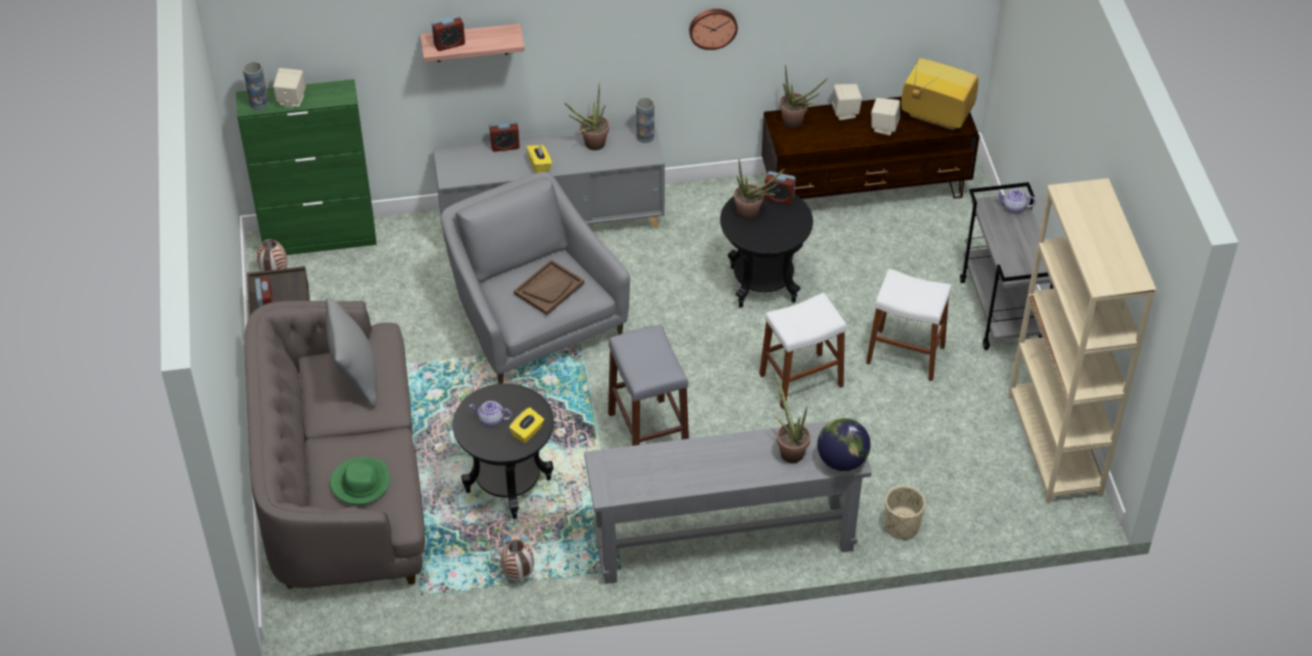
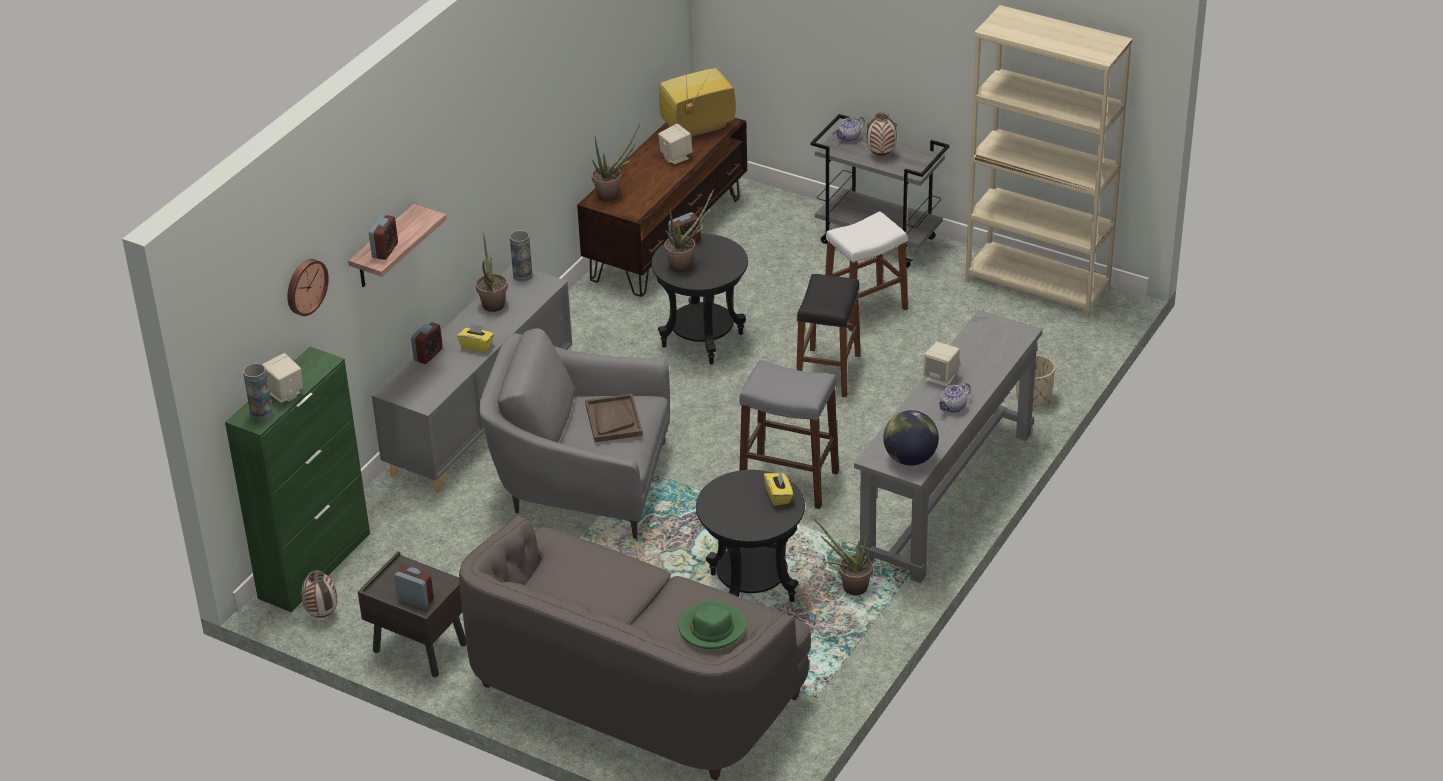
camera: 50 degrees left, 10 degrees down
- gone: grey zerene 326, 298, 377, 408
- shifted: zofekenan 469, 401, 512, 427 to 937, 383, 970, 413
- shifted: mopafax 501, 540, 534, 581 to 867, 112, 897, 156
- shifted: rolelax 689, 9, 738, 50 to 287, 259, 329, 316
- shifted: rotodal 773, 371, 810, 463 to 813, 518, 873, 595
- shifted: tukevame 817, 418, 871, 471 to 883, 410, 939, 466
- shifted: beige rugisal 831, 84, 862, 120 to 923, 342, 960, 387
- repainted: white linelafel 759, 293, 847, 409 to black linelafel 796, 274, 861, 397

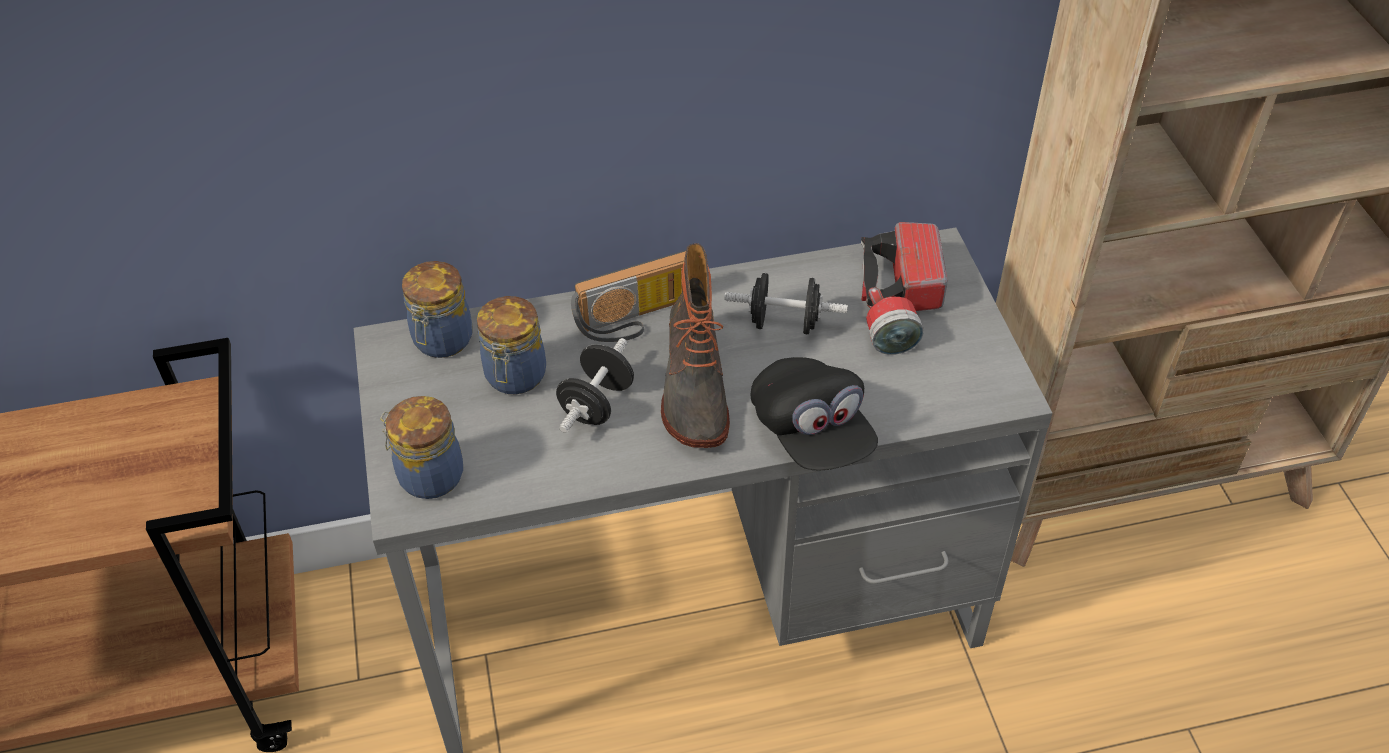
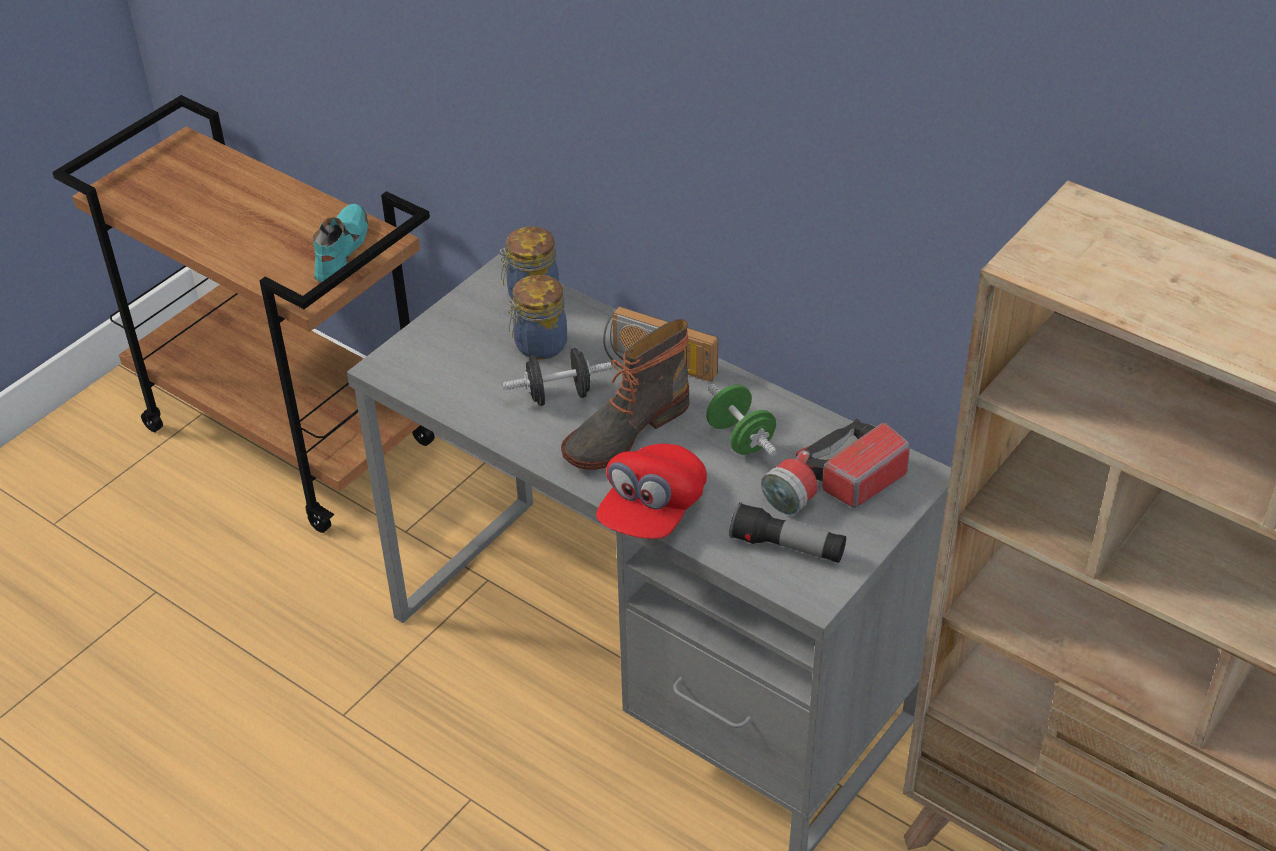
camera: 50 degrees right, 5 degrees down
- gone: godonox 380, 396, 463, 499
- new: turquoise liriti 312, 204, 368, 282
- new: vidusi 729, 502, 846, 563
- repainted: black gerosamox 724, 273, 848, 334 to green gerosamox 706, 384, 777, 456
- repainted: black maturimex 751, 357, 878, 471 to red maturimex 596, 444, 707, 539

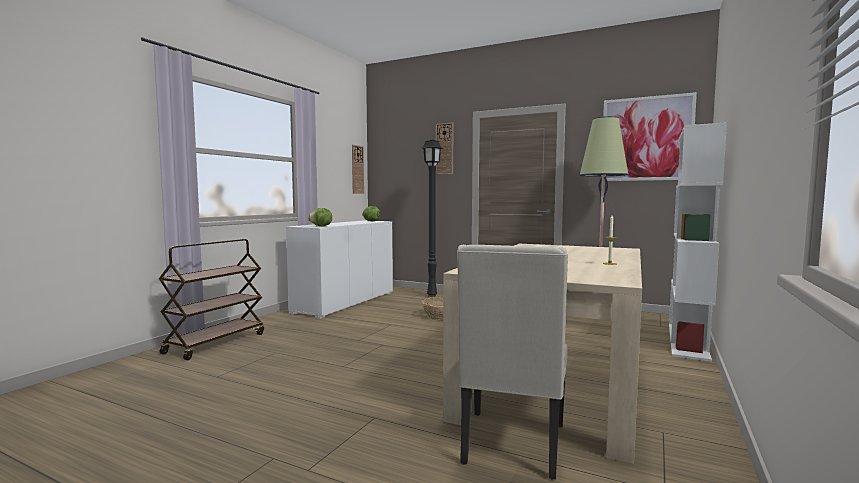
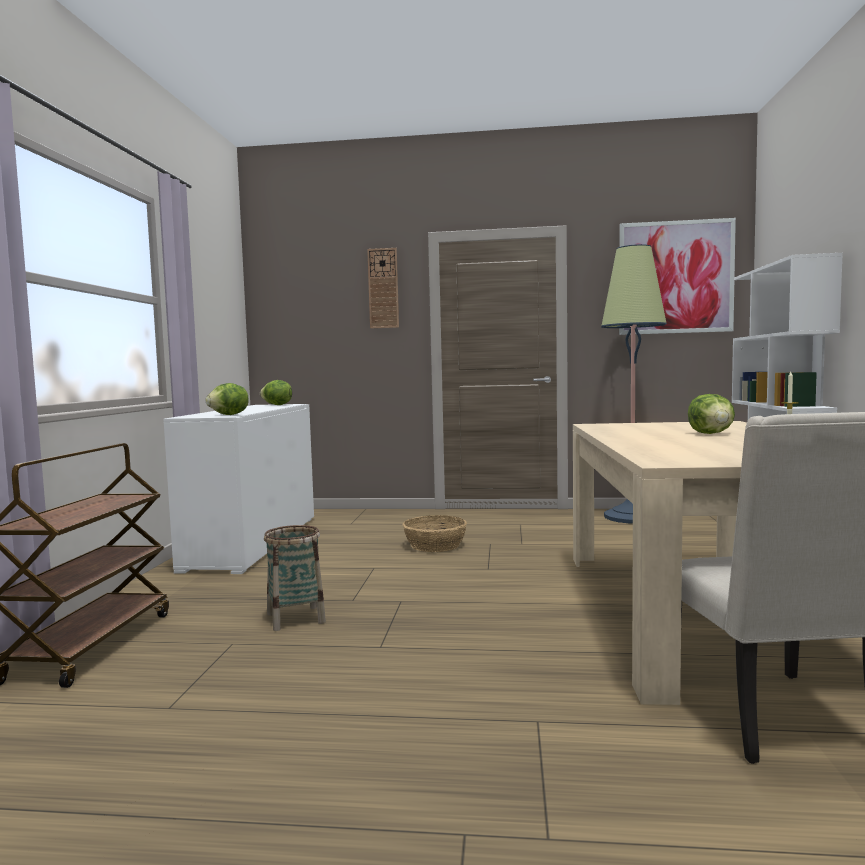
camera: 20 degrees left, 0 degrees up
- gone: rolelax 352, 145, 364, 194
- gone: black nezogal 422, 140, 443, 297
- new: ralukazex 264, 525, 326, 631
- new: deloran 688, 394, 735, 434

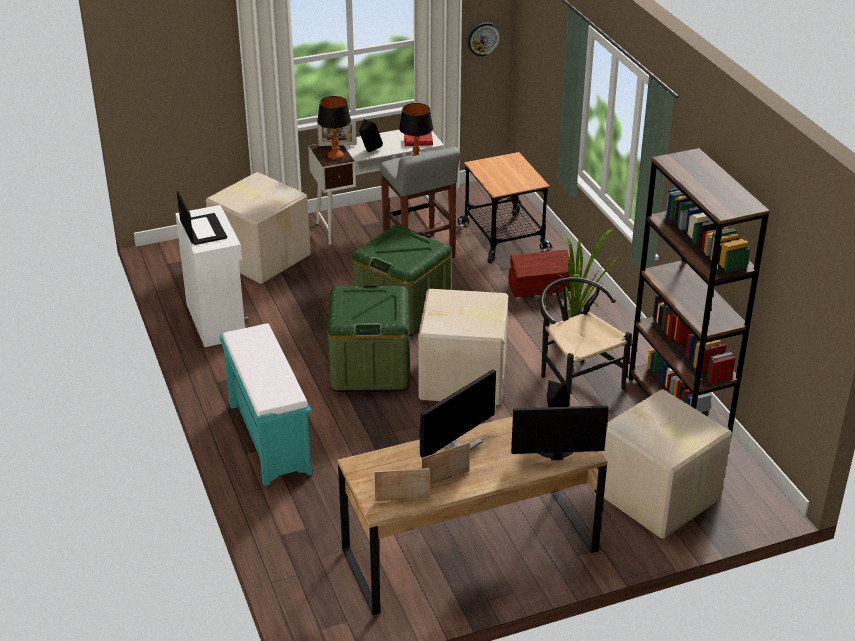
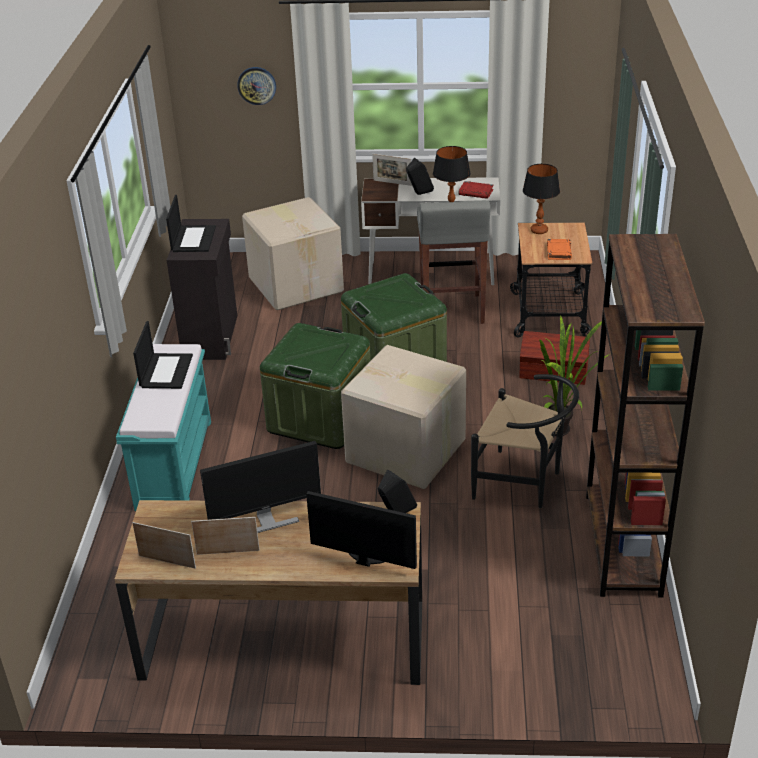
camera: 25 degrees right, 0 degrees up
- gone: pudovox 601, 389, 732, 539
- new: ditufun 133, 321, 193, 389
- new: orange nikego 547, 239, 572, 260
- shifted: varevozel 317, 96, 351, 160 to 523, 164, 560, 234
- shifted: rolelax 467, 22, 501, 57 to 237, 67, 276, 105
- repainted: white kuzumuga 175, 205, 249, 347 to black kuzumuga 167, 219, 237, 360
- rotated: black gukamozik 540, 277, 632, 400 = 471, 374, 579, 509 120 degrees clockwise

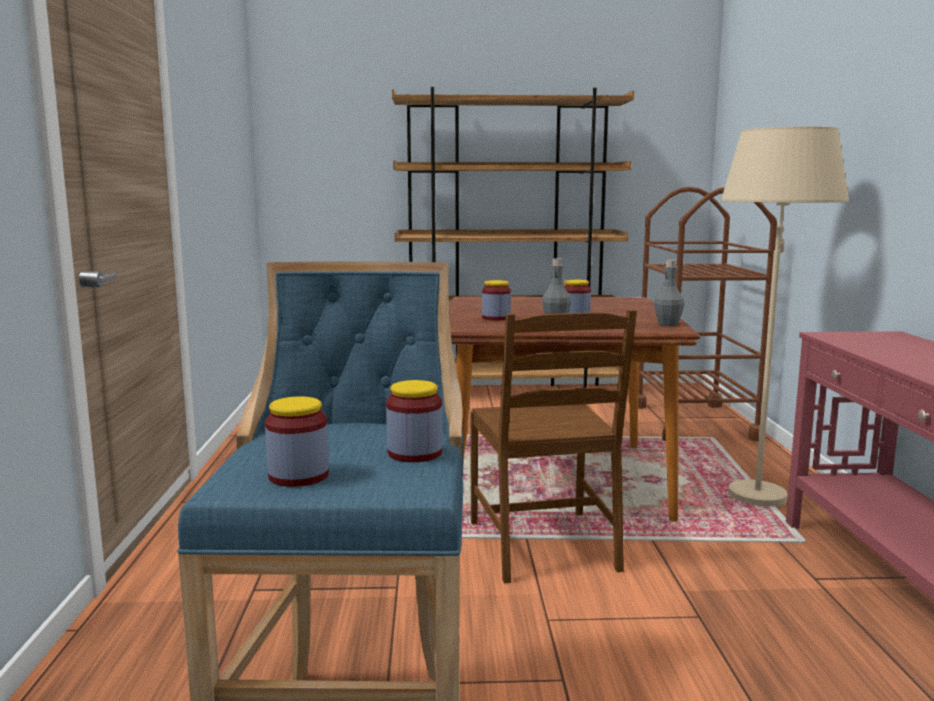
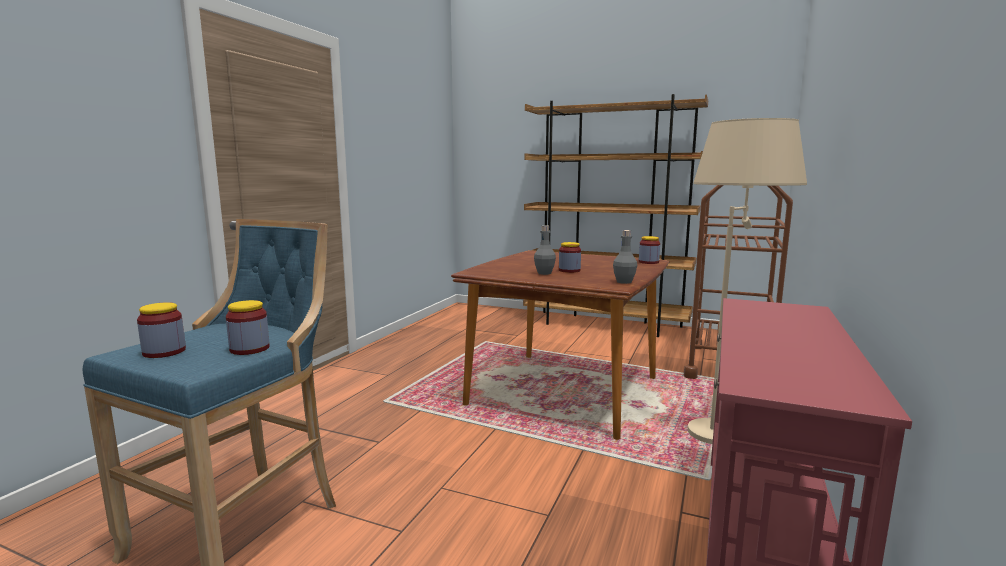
camera: 25 degrees right, 0 degrees up
- gone: brown gukamozik 470, 310, 637, 584
- shifted: godonox 482, 280, 511, 320 to 639, 236, 660, 264

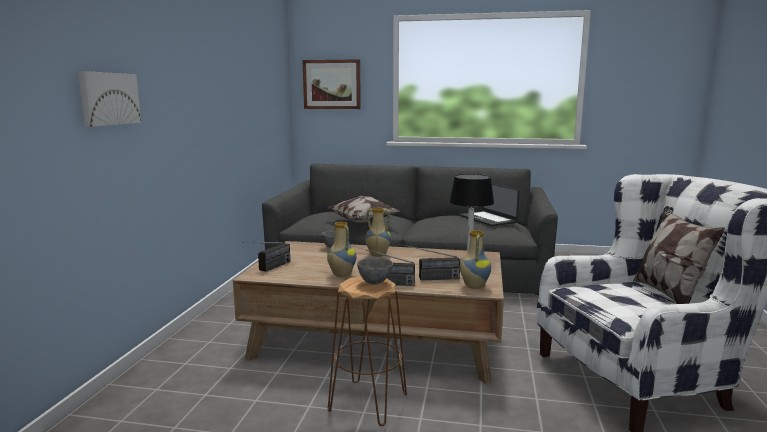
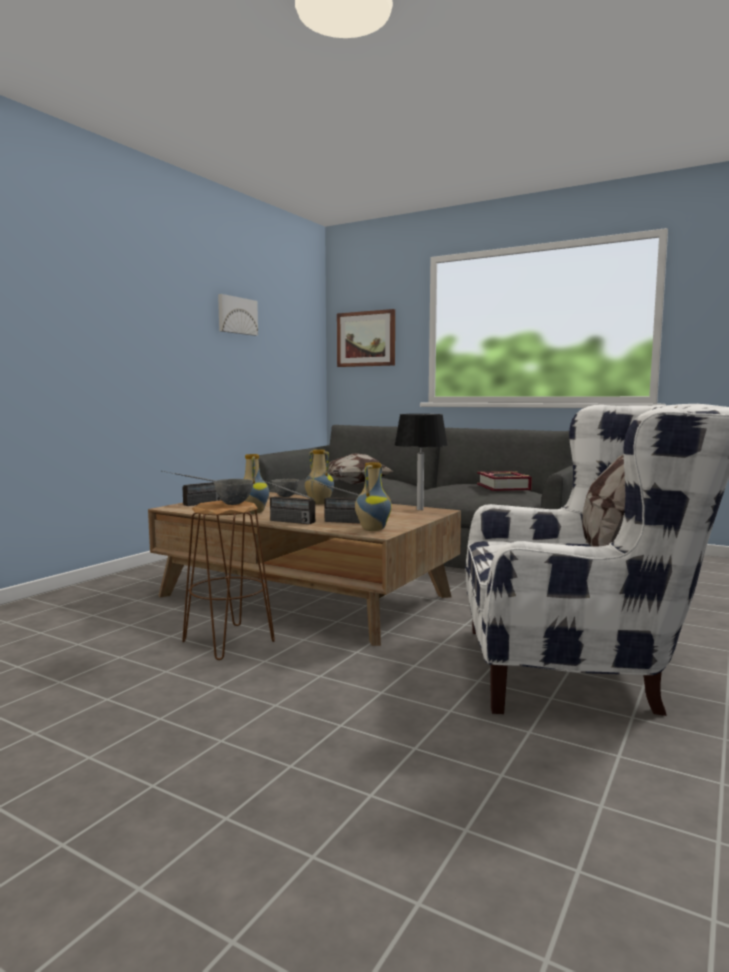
camera: 20 degrees right, 5 degrees down
- shifted: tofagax 78, 71, 141, 127 to 218, 294, 258, 336
- swapped: ditufun 459, 184, 520, 226 to nikego 477, 471, 532, 491

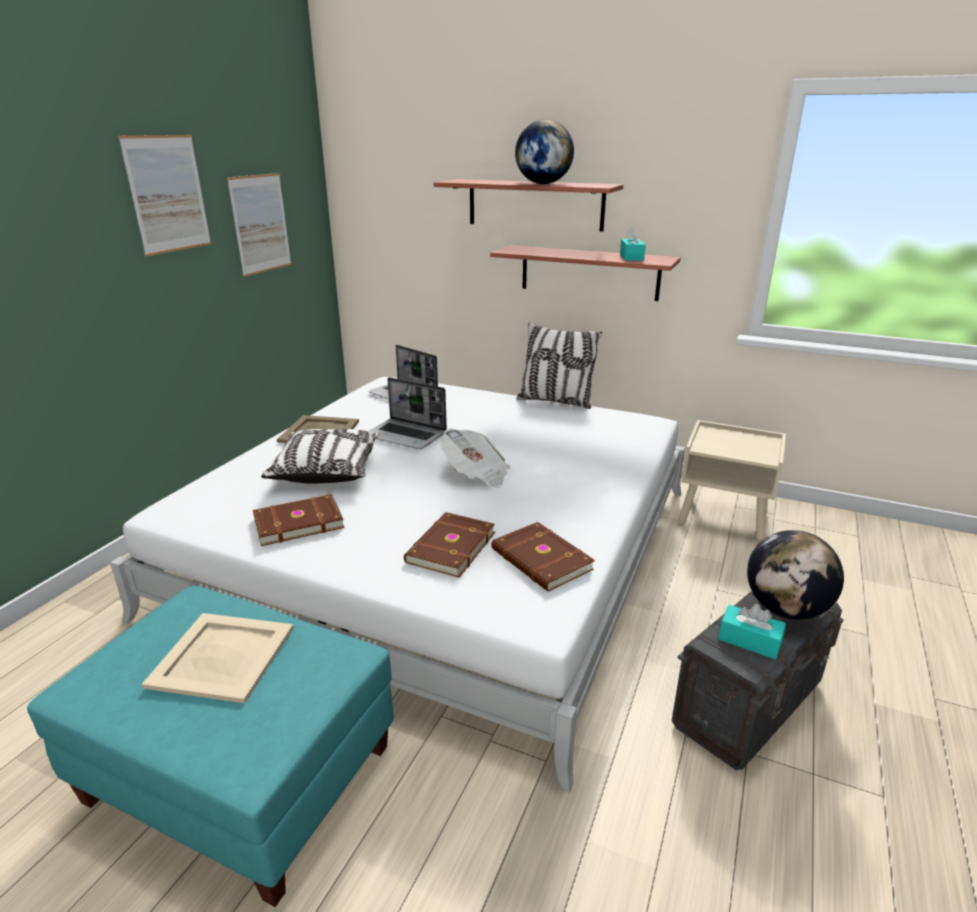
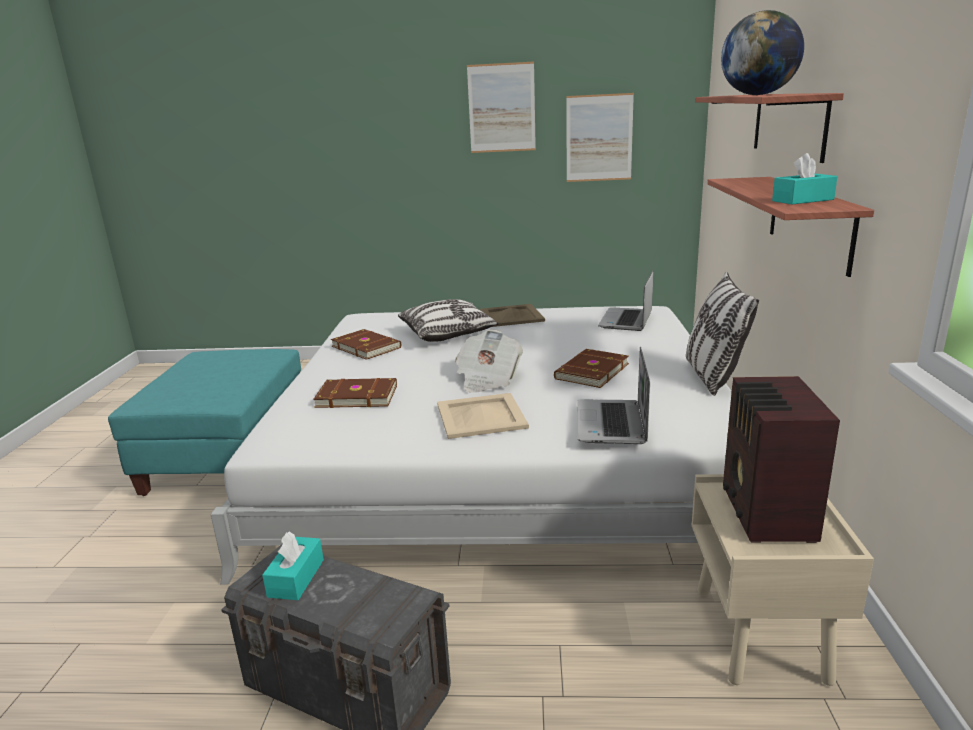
camera: 70 degrees right, 5 degrees down
- gone: tukevame 747, 530, 844, 620
- new: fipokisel 723, 376, 840, 543
- shifted: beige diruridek 142, 613, 294, 703 to 437, 393, 529, 439
- shifted: ditufun 368, 377, 447, 449 to 578, 347, 650, 444
- shifted: brown nikego 491, 522, 595, 592 to 554, 349, 629, 388

